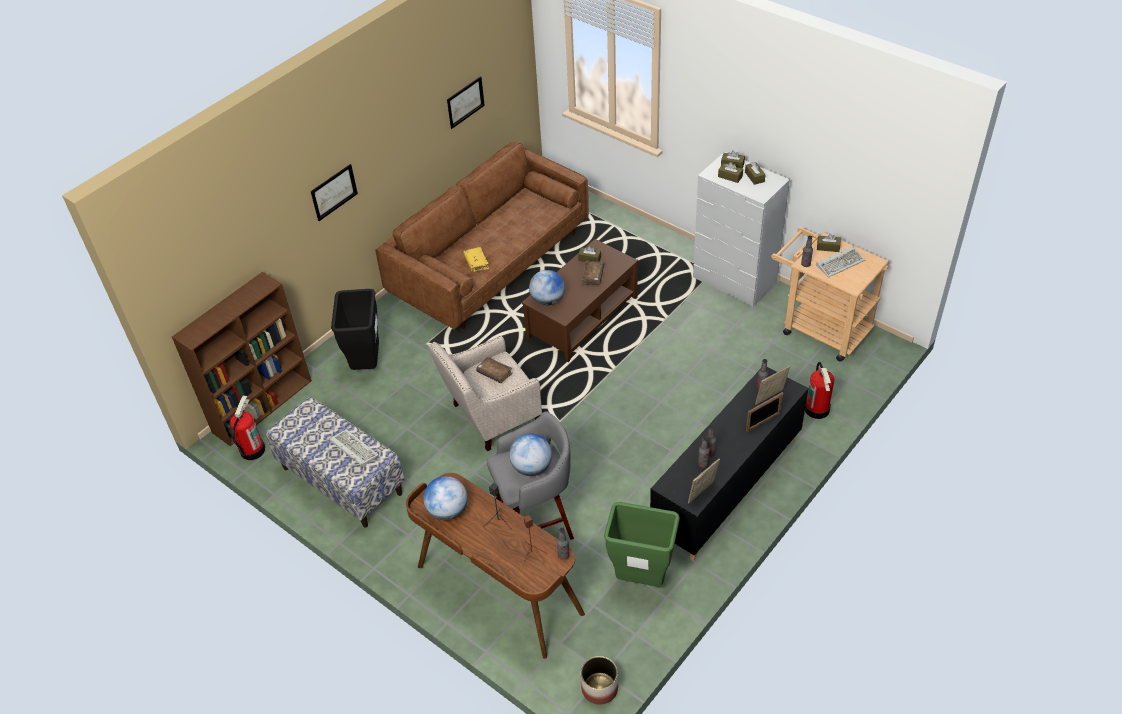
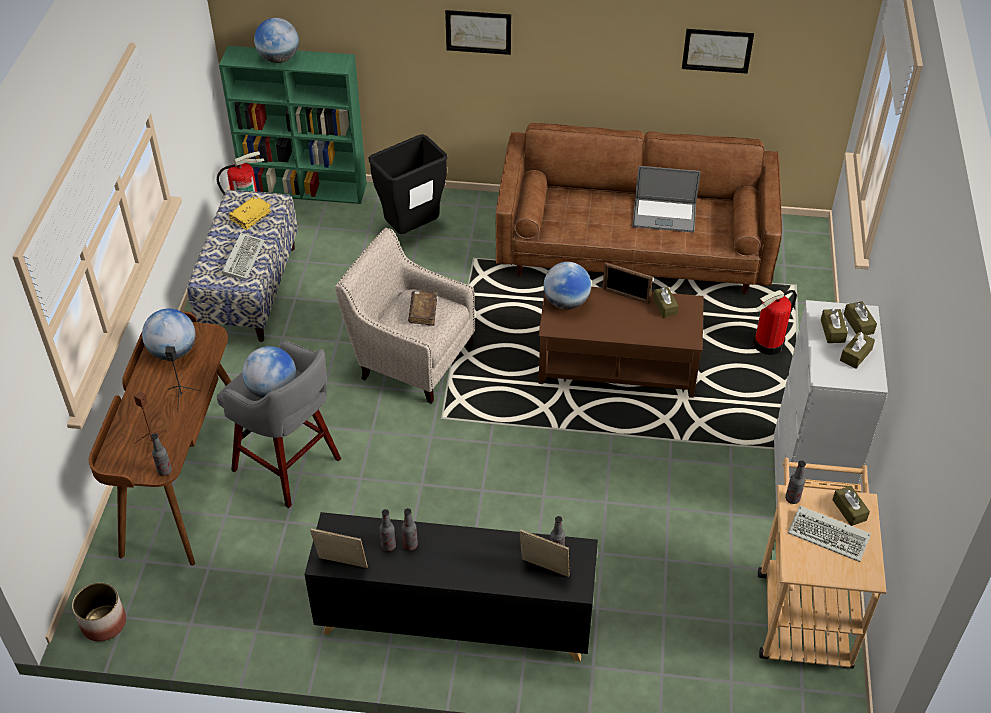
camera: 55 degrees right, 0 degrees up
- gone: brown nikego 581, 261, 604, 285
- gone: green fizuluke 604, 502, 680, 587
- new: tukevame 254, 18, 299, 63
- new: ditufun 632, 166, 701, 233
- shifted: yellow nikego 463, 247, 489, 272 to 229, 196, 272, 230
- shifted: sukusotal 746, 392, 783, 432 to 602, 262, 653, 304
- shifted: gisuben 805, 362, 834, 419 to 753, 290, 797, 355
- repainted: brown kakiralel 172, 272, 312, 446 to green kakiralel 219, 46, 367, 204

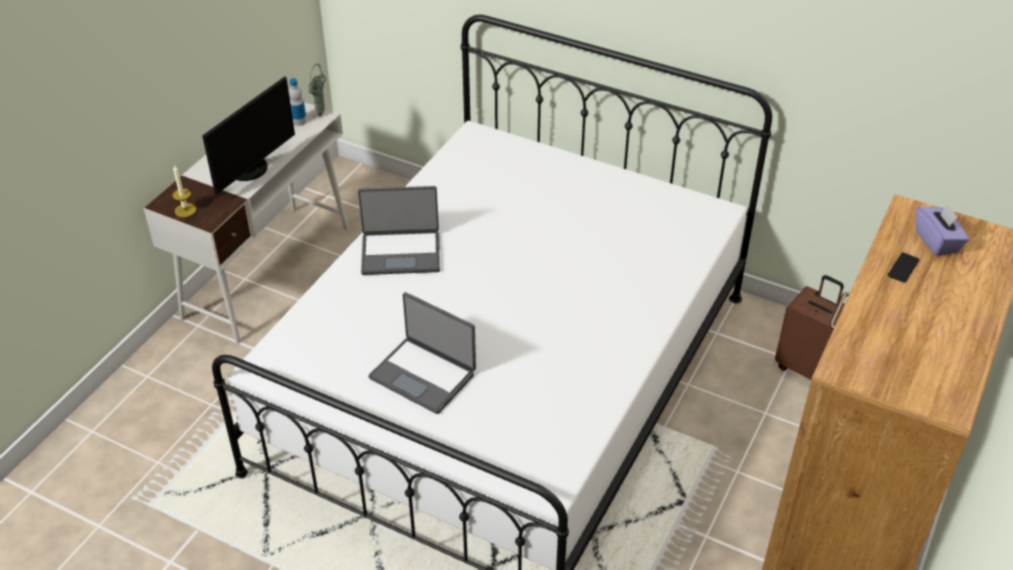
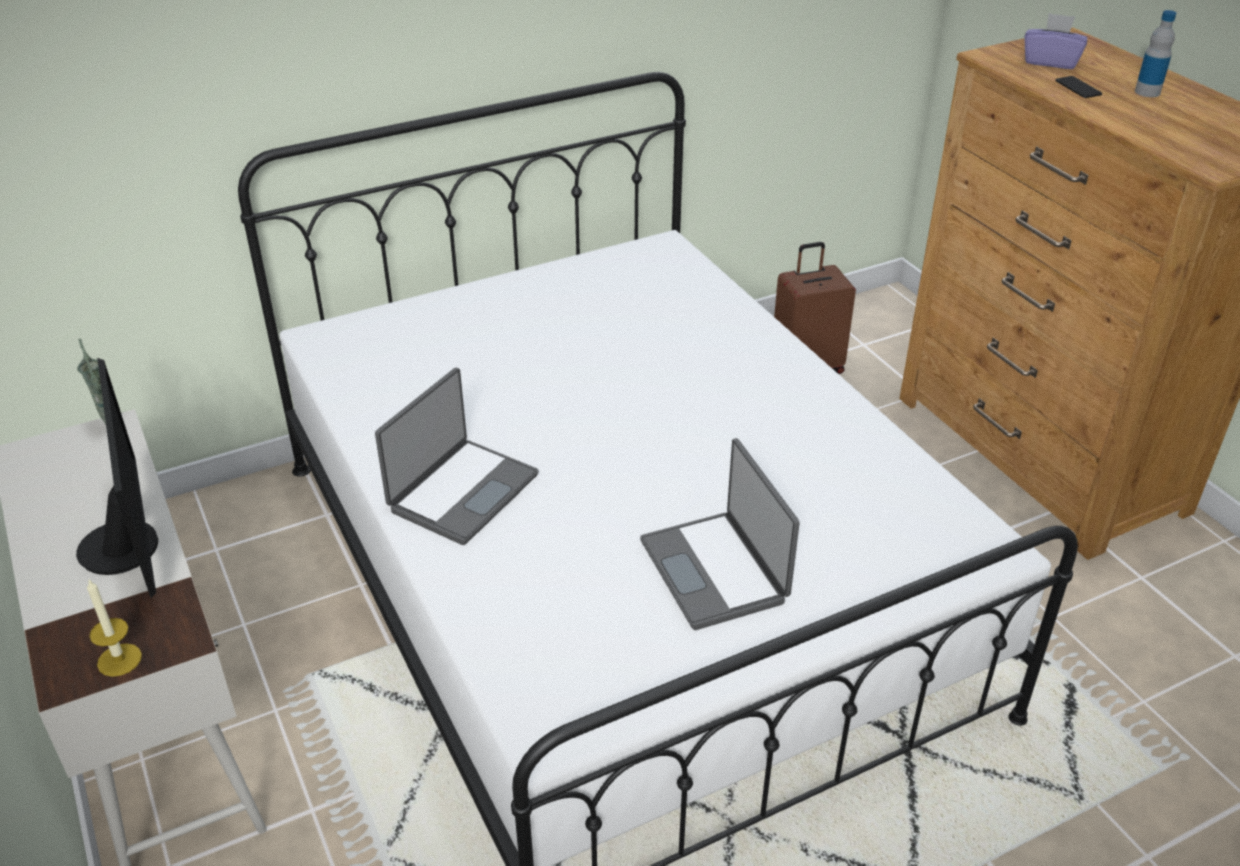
camera: 55 degrees left, 5 degrees down
- shifted: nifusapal 289, 78, 307, 126 to 1135, 10, 1176, 97
- rotated: ditufun 368, 292, 476, 414 = 640, 438, 800, 630 90 degrees clockwise

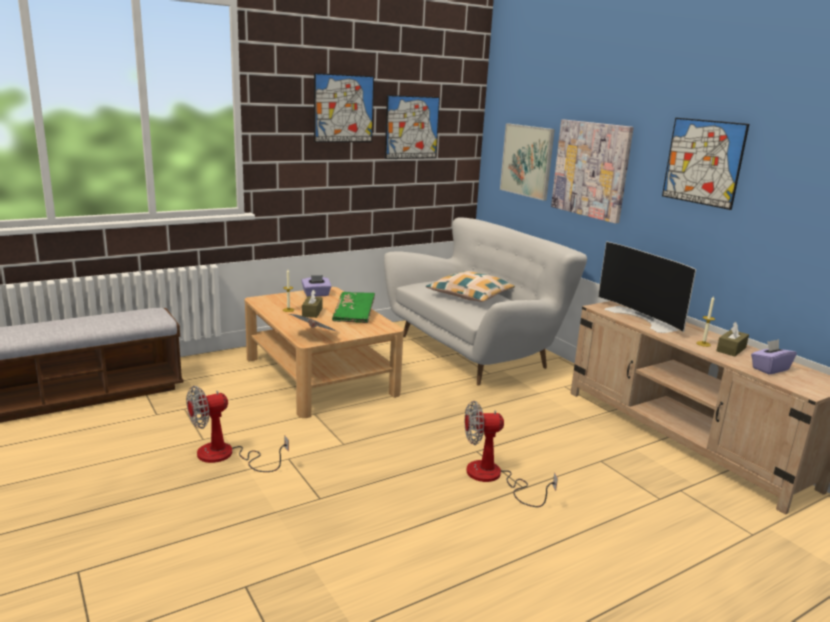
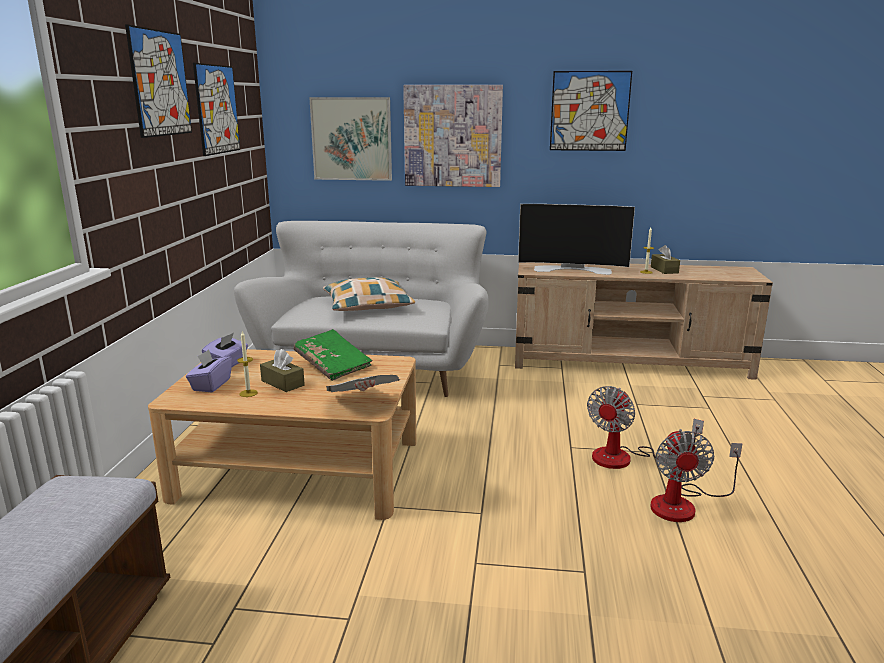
camera: 50 degrees left, 0 degrees up
- shifted: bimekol 186, 386, 289, 472 to 650, 429, 743, 522
- shifted: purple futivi 751, 339, 797, 374 to 186, 349, 232, 392

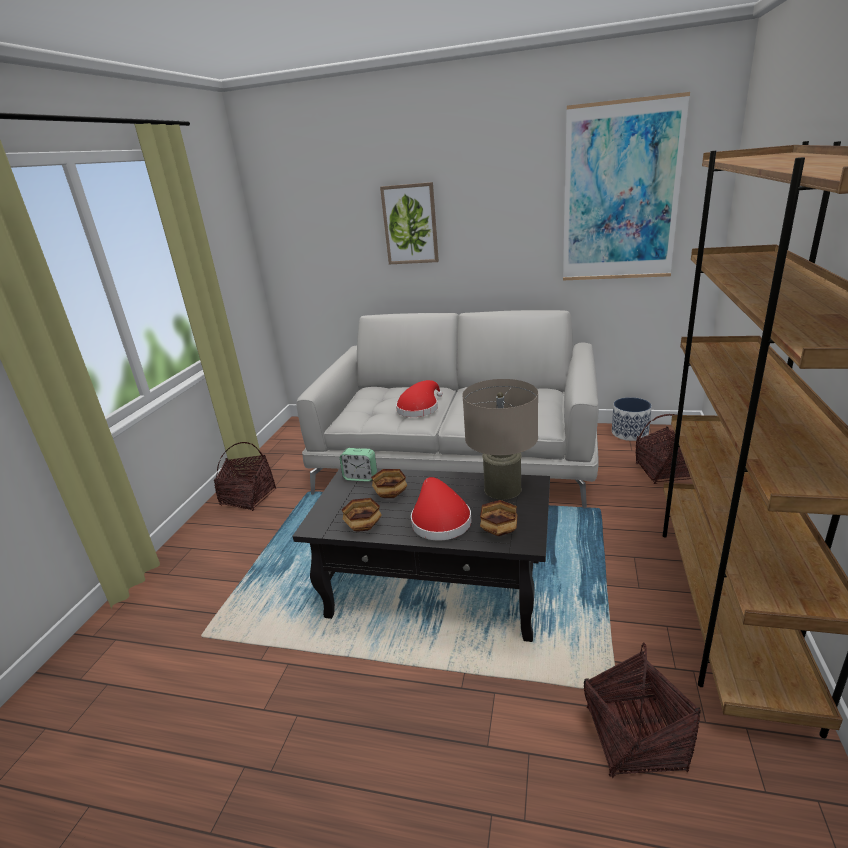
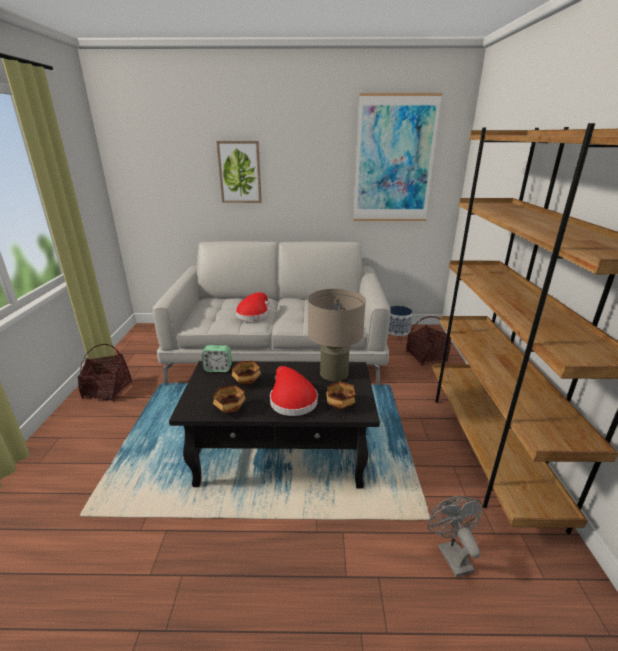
camera: 15 degrees left, 0 degrees up
- swapped: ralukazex 584, 642, 701, 778 to grey bimekol 427, 496, 483, 577

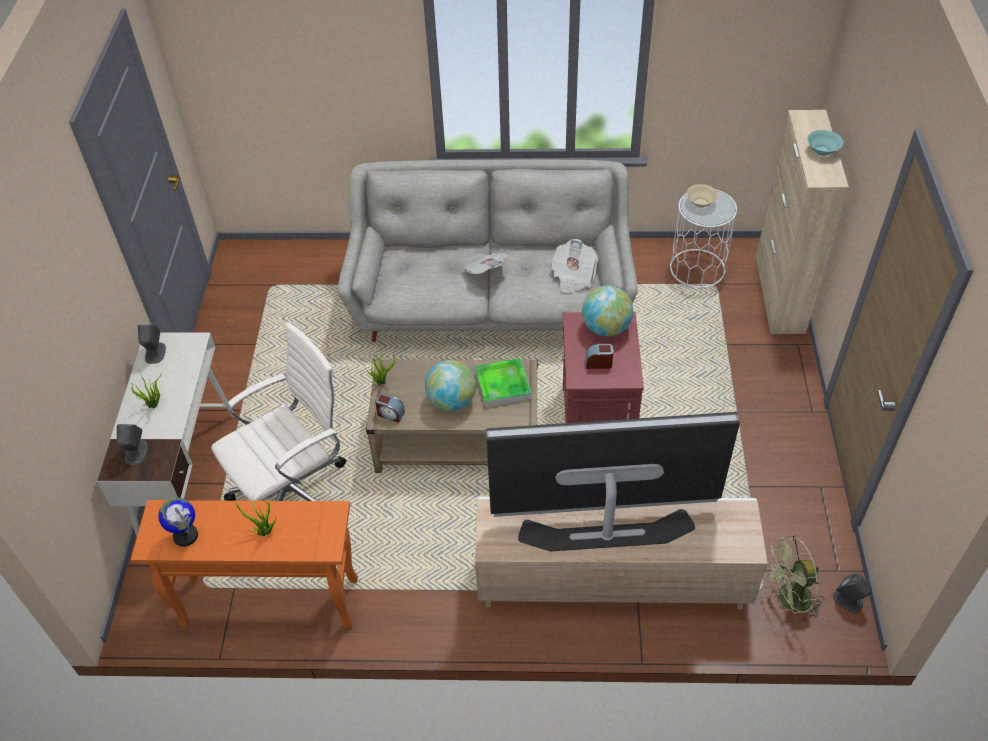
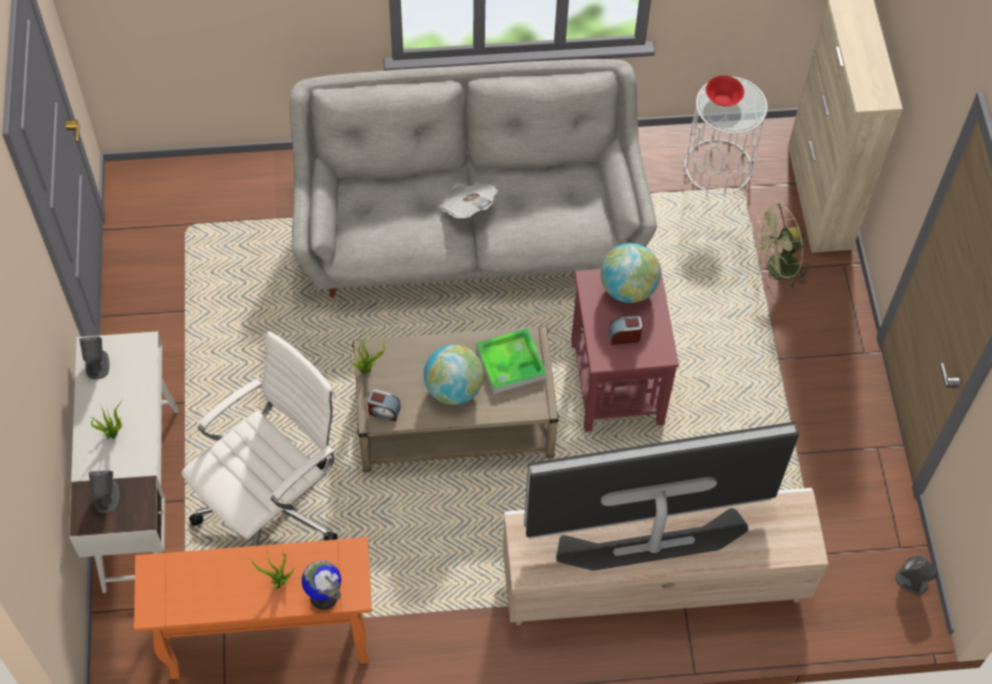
camera: 10 degrees left, 10 degrees up
- gone: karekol 551, 239, 598, 293
- gone: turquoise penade 807, 130, 843, 156
- shifted: tukevame 158, 498, 198, 547 to 302, 561, 341, 610
- shifted: green bimekol 764, 535, 824, 623 to 752, 204, 811, 290
- repainted: beige penade 687, 184, 718, 208 to red penade 706, 76, 744, 107

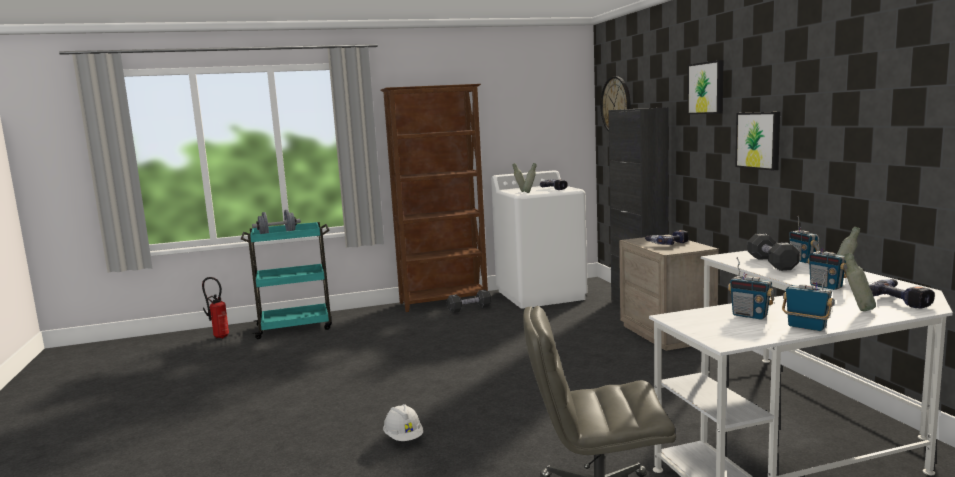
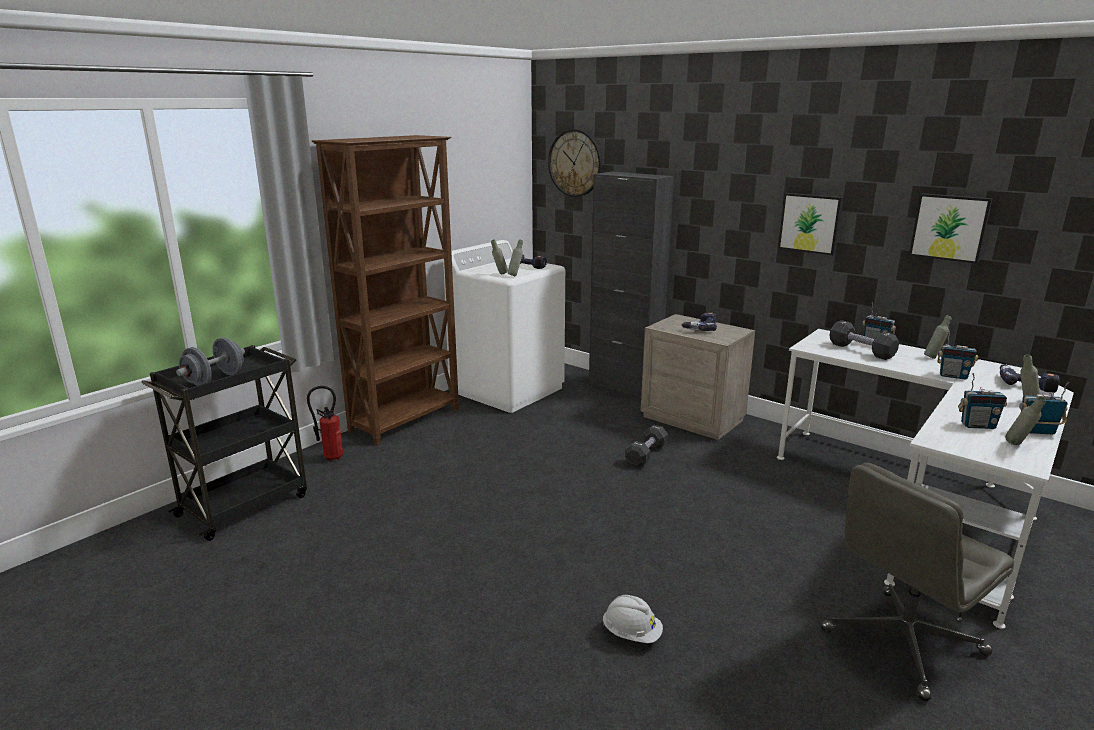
camera: 35 degrees left, 10 degrees up
- new: grey nifusapal 1005, 396, 1046, 445
- shifted: gisuben 202, 277, 229, 339 to 307, 386, 343, 461
- shifted: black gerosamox 447, 290, 491, 313 to 625, 425, 668, 467
- shifted: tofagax 687, 60, 723, 114 to 909, 193, 992, 264
- repainted: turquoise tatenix 241, 222, 332, 339 to black tatenix 141, 345, 307, 541

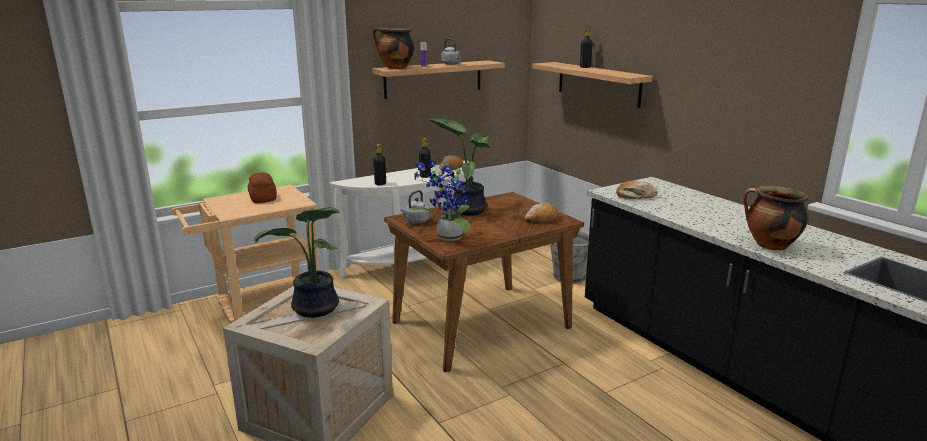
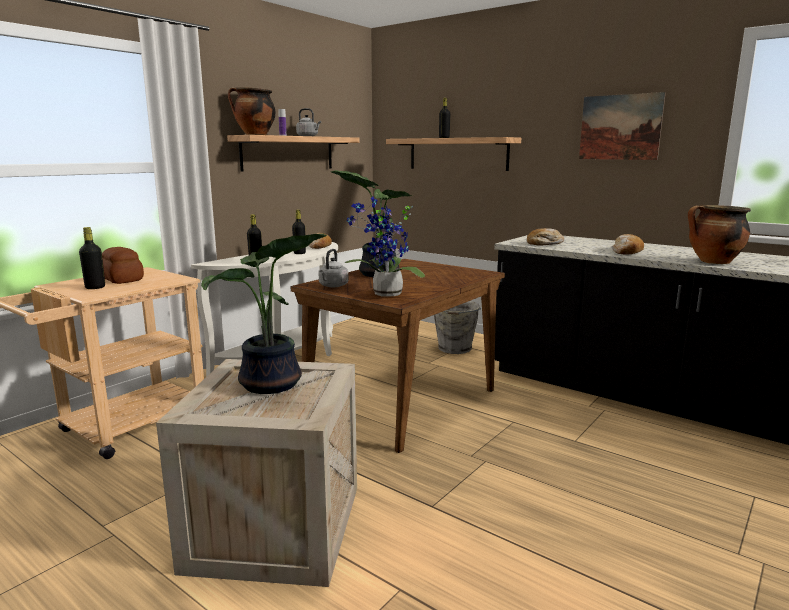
camera: 20 degrees left, 5 degrees down
- new: black nifusapal 79, 227, 105, 289
- new: tofagax 579, 92, 666, 160
- shifted: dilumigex 524, 203, 559, 223 to 612, 234, 644, 255

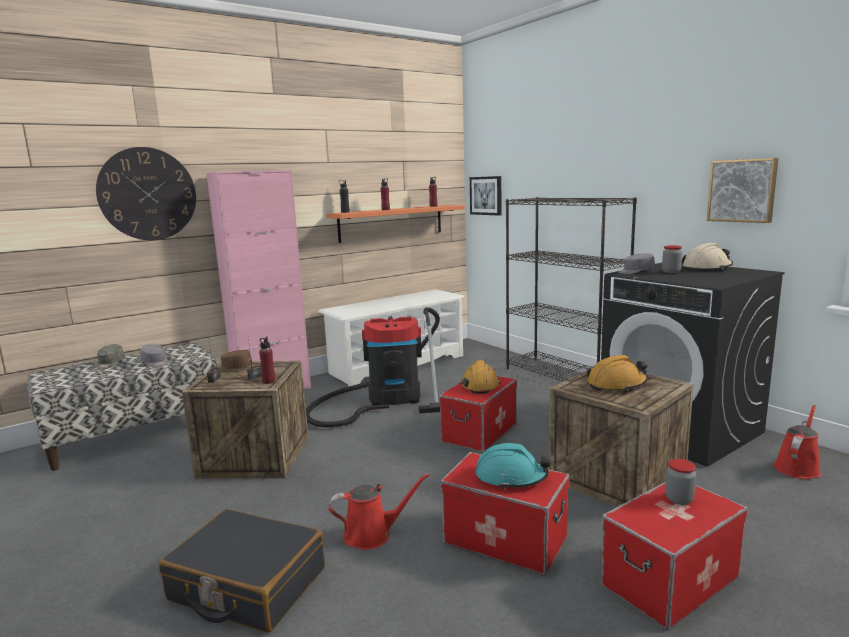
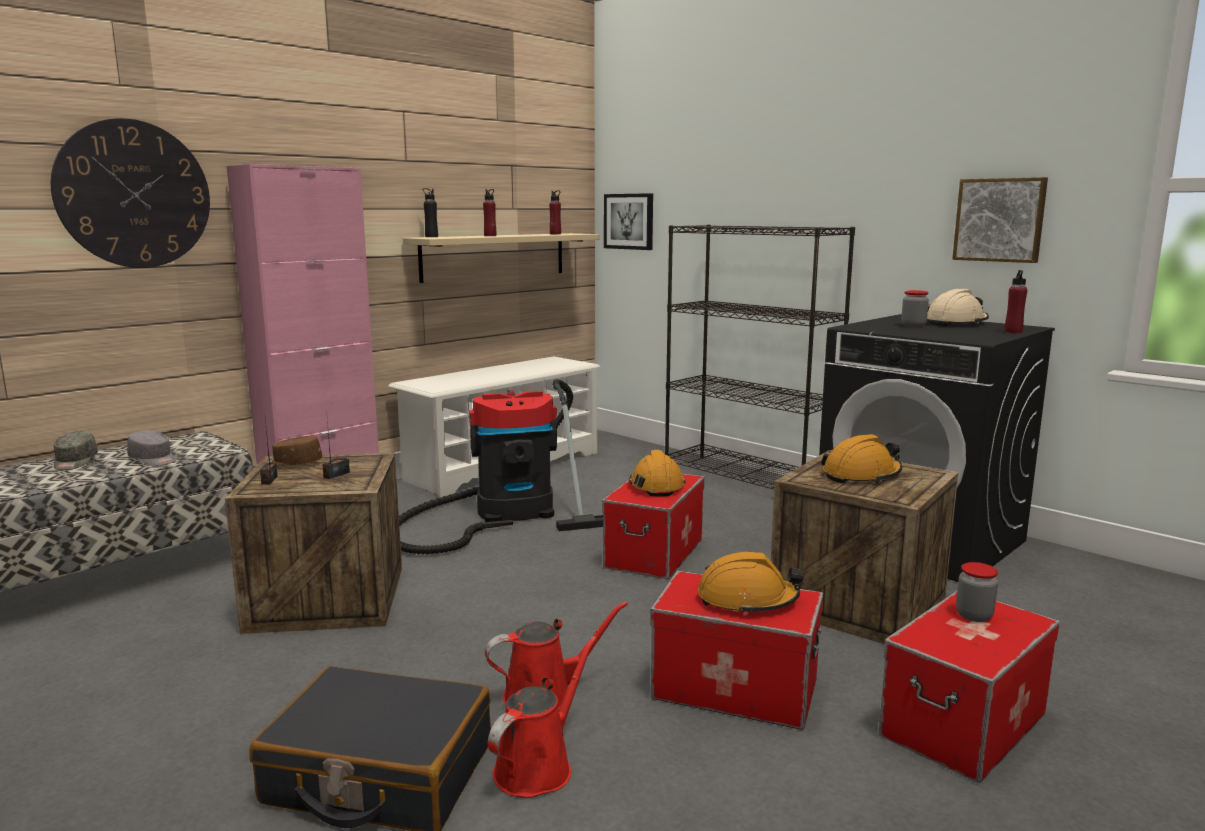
camera: 10 degrees left, 0 degrees up
- gone: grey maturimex 618, 253, 655, 274
- shifted: red nifusapal 259, 336, 275, 384 to 1004, 270, 1027, 333
- shifted: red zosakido 774, 405, 821, 479 to 488, 636, 597, 798
- repainted: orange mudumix 326, 205, 465, 243 to beige mudumix 403, 233, 599, 283
- repainted: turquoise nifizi 476, 443, 551, 490 to orange nifizi 698, 552, 804, 615

